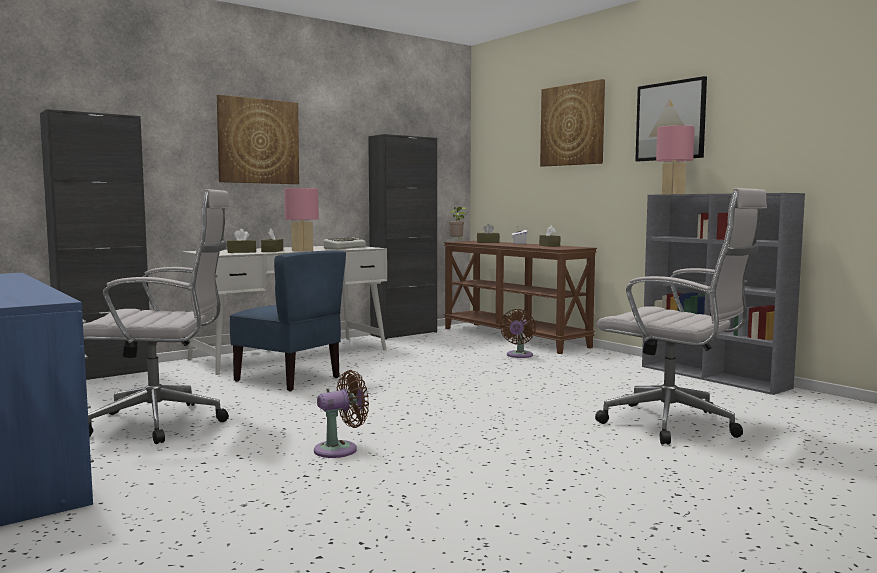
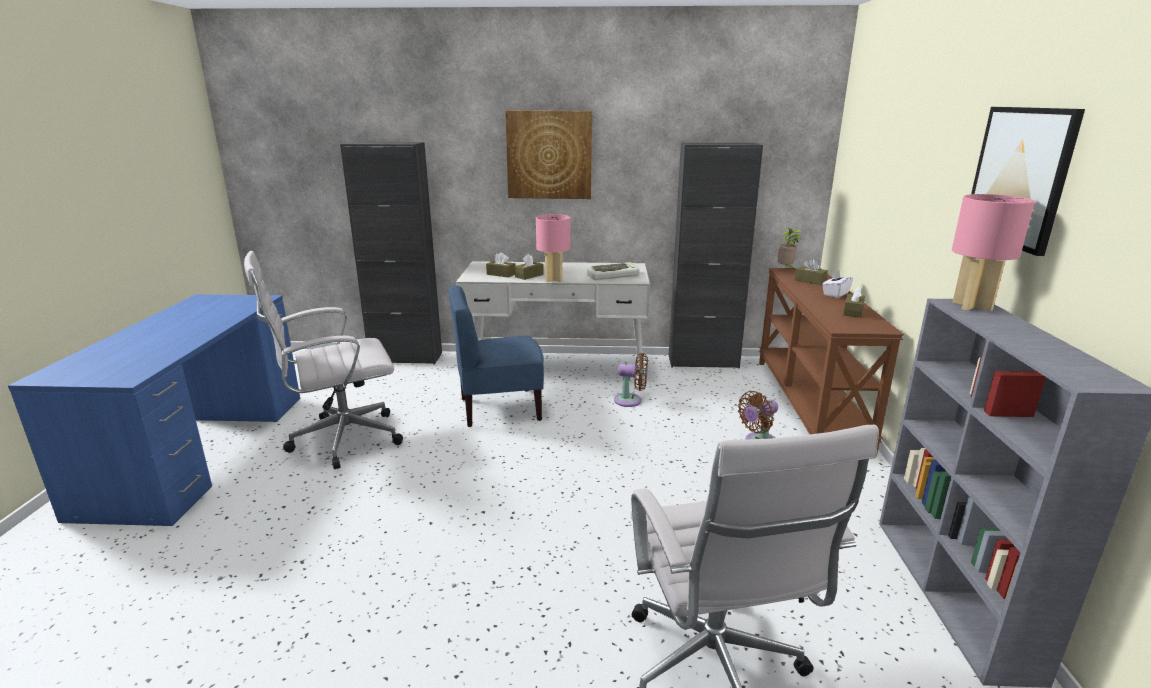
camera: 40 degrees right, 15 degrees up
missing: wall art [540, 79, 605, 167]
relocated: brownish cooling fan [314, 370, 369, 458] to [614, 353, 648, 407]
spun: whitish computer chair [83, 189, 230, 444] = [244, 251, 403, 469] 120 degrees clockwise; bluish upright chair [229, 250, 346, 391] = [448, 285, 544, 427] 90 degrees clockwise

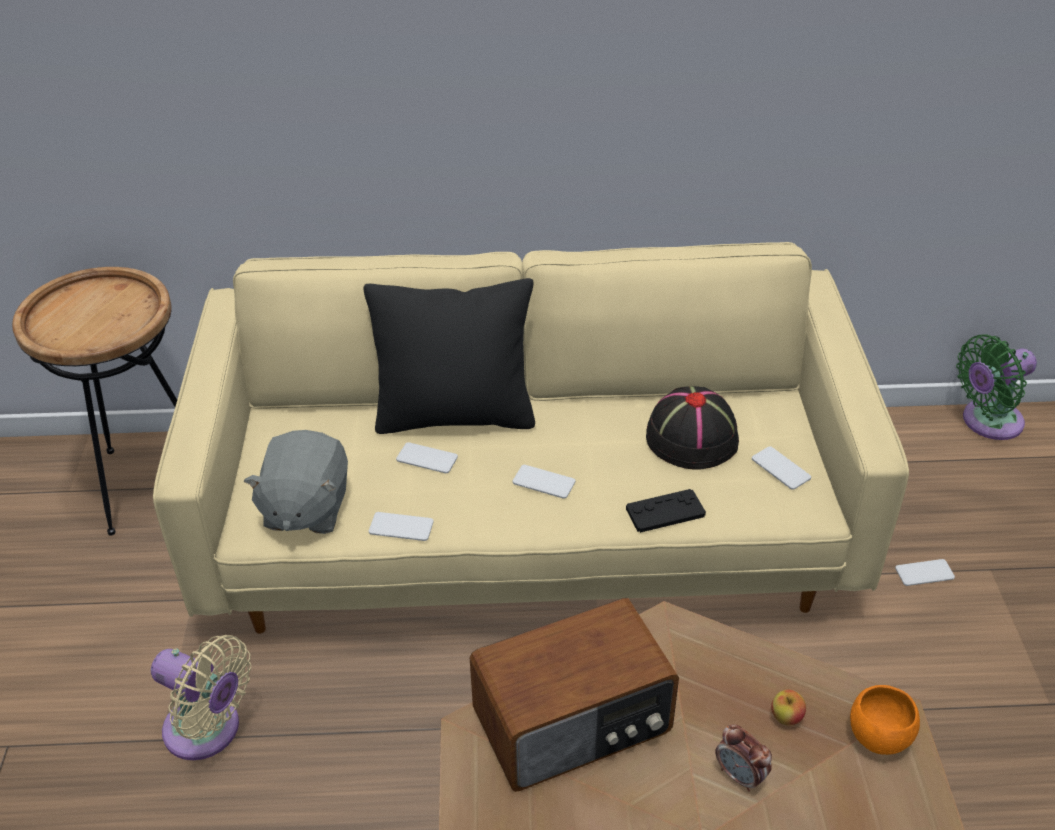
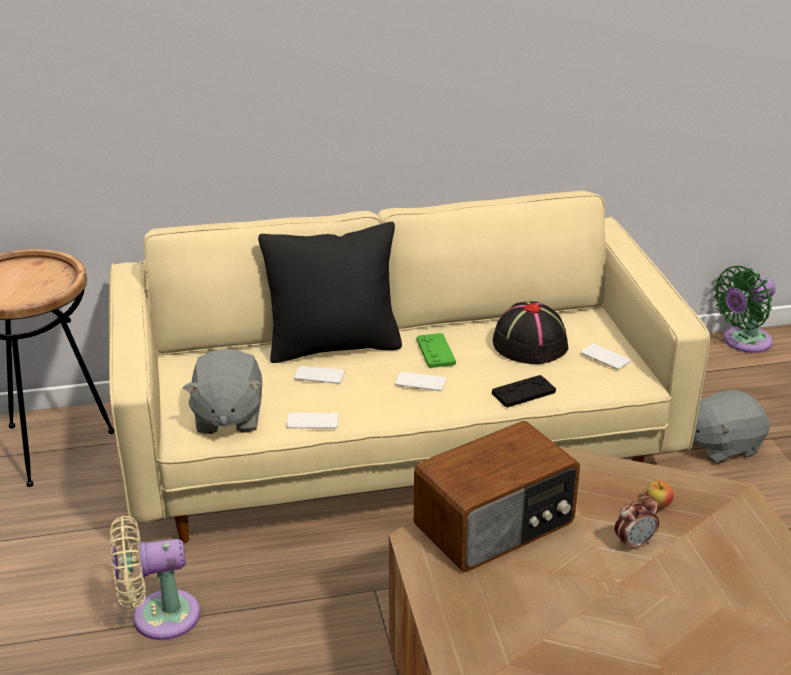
camera: 10 degrees left, 10 degrees down
missing: orange-coloured serving bowl [850, 685, 920, 755]
appeared: green-coloured game controller [417, 333, 456, 368]
exchanged: telephone [895, 559, 955, 586] to grey plush toy [693, 390, 770, 464]
spun: beige-coloured cooling fan [151, 635, 251, 760] = [110, 516, 200, 640] 150 degrees clockwise; alarm clock [715, 724, 772, 792] = [615, 496, 660, 551] 60 degrees counterclockwise

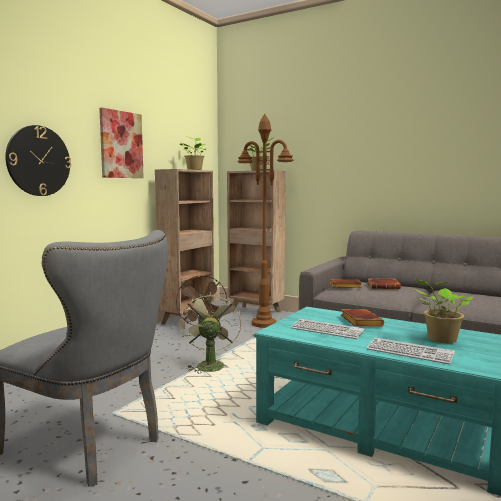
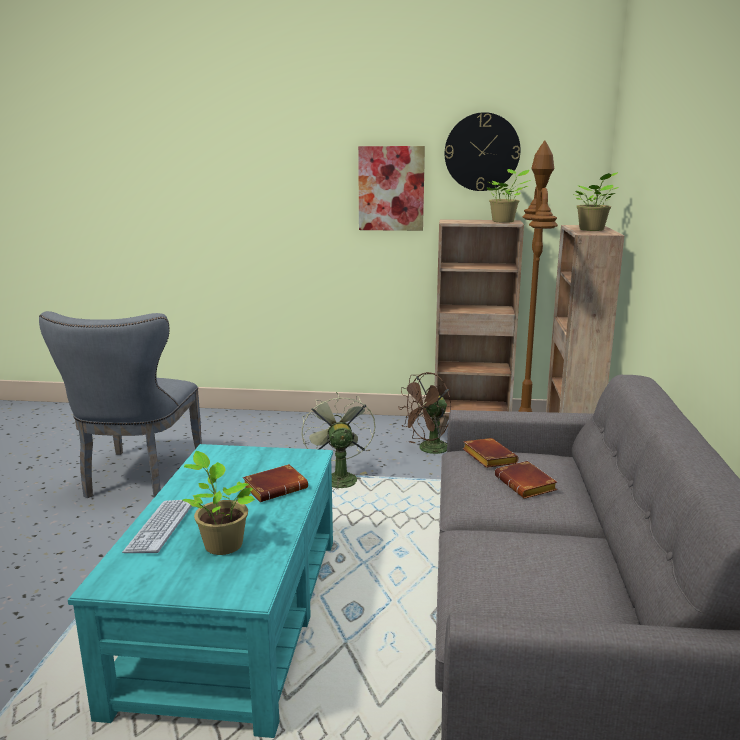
camera: 65 degrees right, 10 degrees up
missing: keyboard [291, 319, 365, 339]
relocated: wall clock [5, 125, 71, 196] to [445, 112, 521, 191]
spun: green-coloured cooling fan [180, 292, 241, 374] = [302, 392, 375, 492] 75 degrees counterclockwise

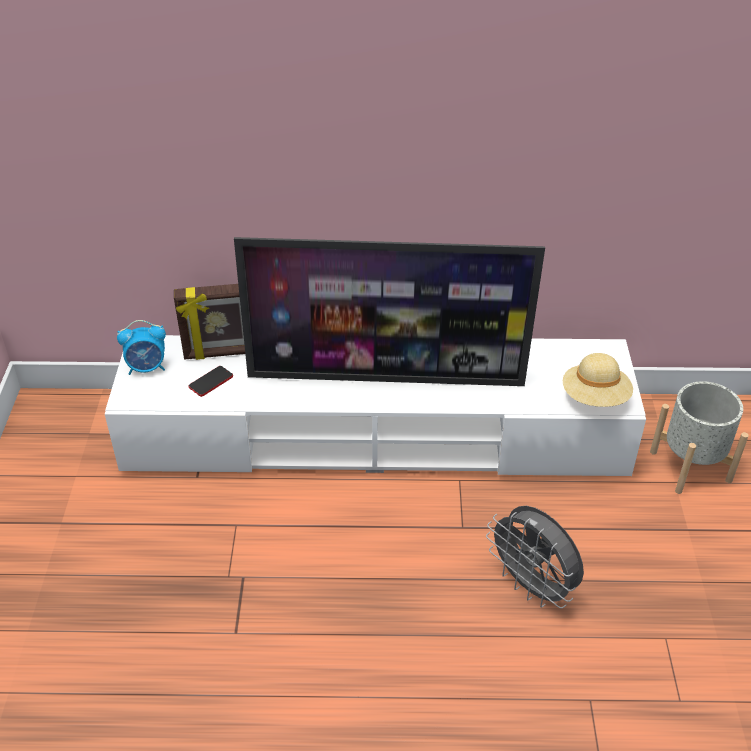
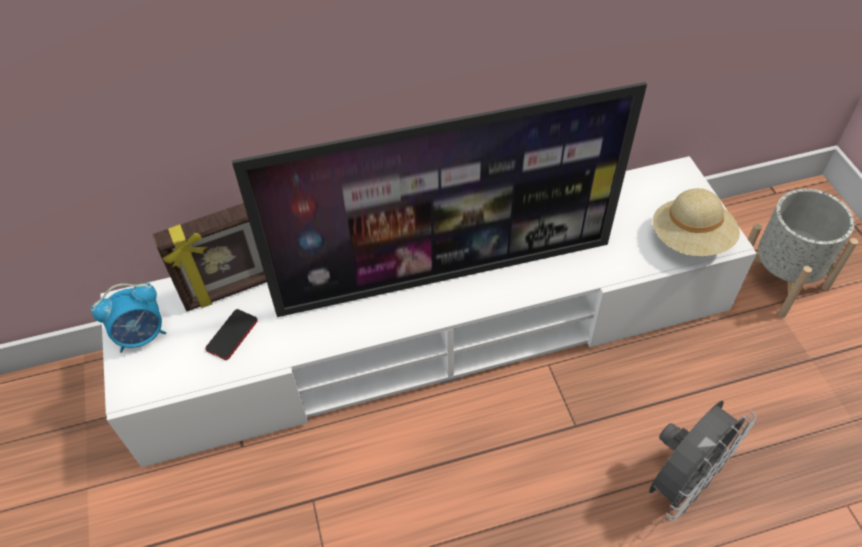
camera: 15 degrees left, 10 degrees up
spun: grey cooling fan [486, 506, 584, 608] = [649, 401, 756, 521] 75 degrees counterclockwise

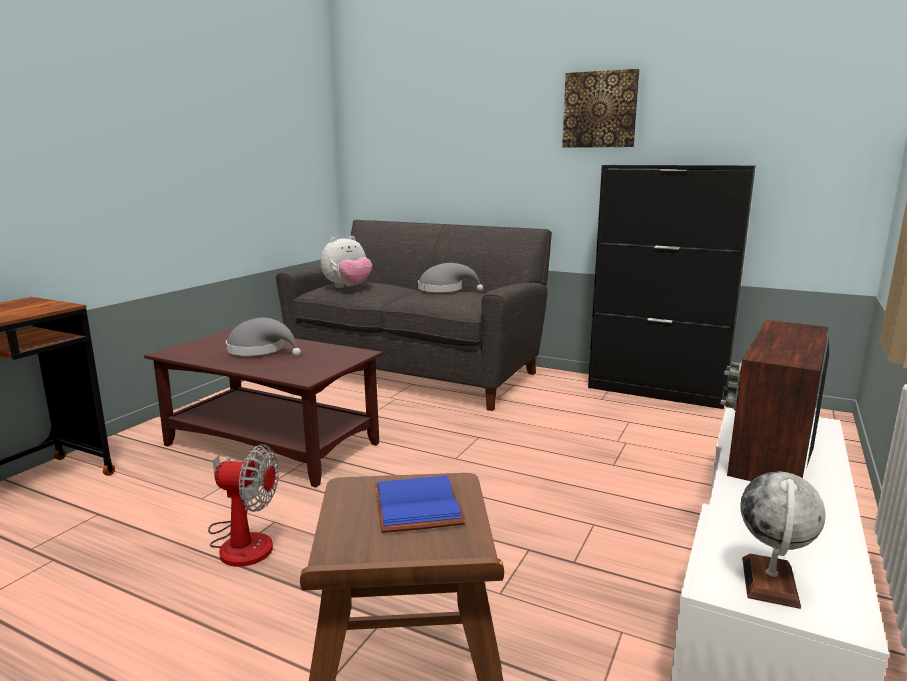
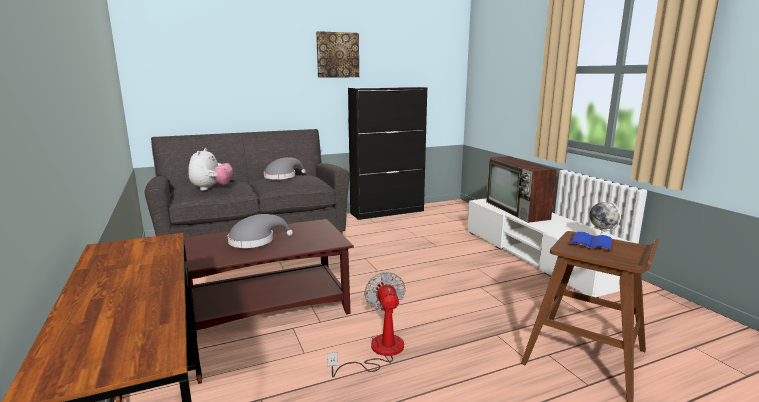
camera: 50 degrees left, 0 degrees up
spun: cooling fan [208, 444, 279, 567] = [327, 272, 405, 378] 60 degrees counterclockwise

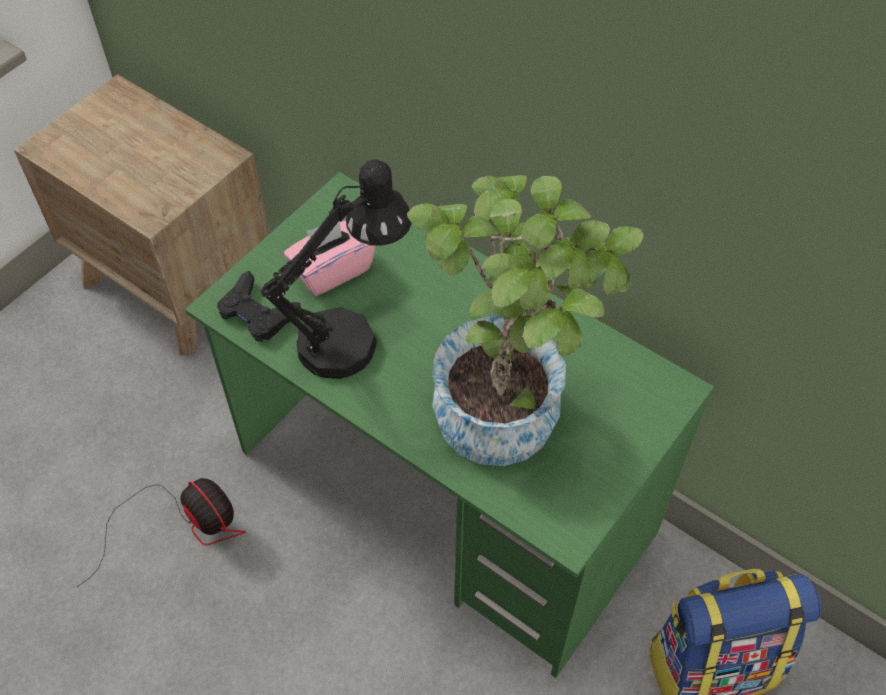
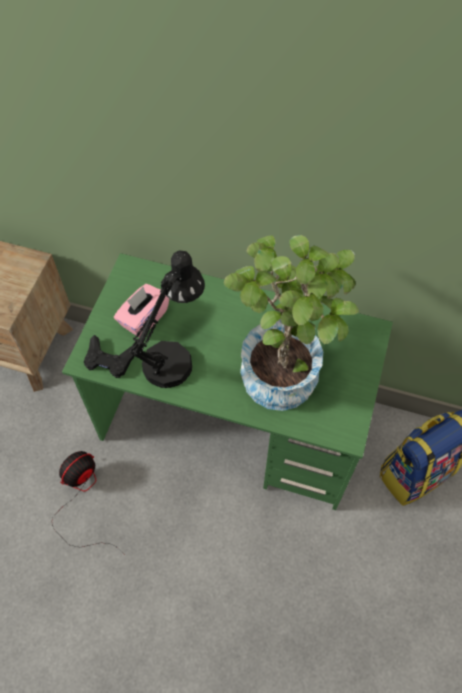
camera: 20 degrees left, 5 degrees up
spun: cooling fan [77, 478, 246, 587] = [52, 451, 125, 555] 75 degrees counterclockwise

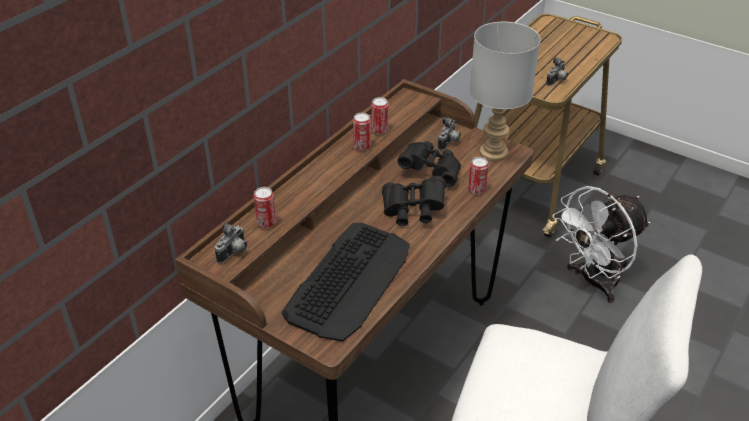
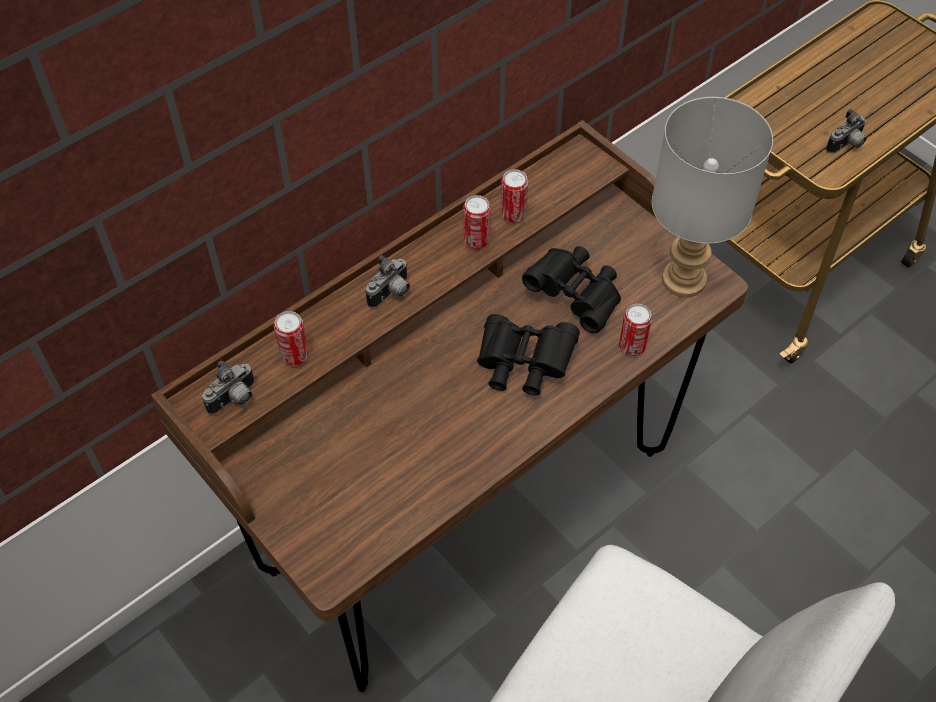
camera: 15 degrees right, 15 degrees up
missing: whitish cooling fan [552, 186, 650, 303]; keyboard [282, 223, 410, 342]
relocated: still camera [438, 117, 461, 150] to [365, 255, 410, 308]

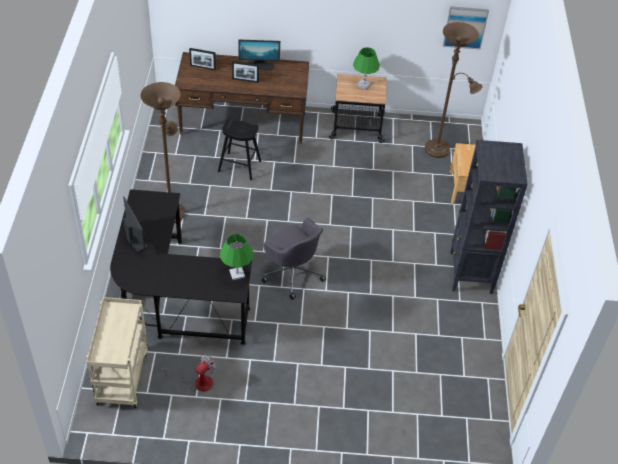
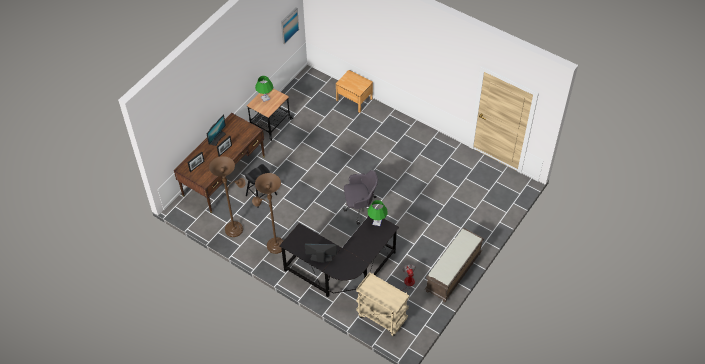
camera: 55 degrees left, 5 degrees up
missing: blackish shelving unit [450, 140, 528, 294]
appeared: brownish bench [425, 227, 484, 302]
relocated: brownish standard lamp [425, 22, 483, 158] to [209, 156, 246, 237]

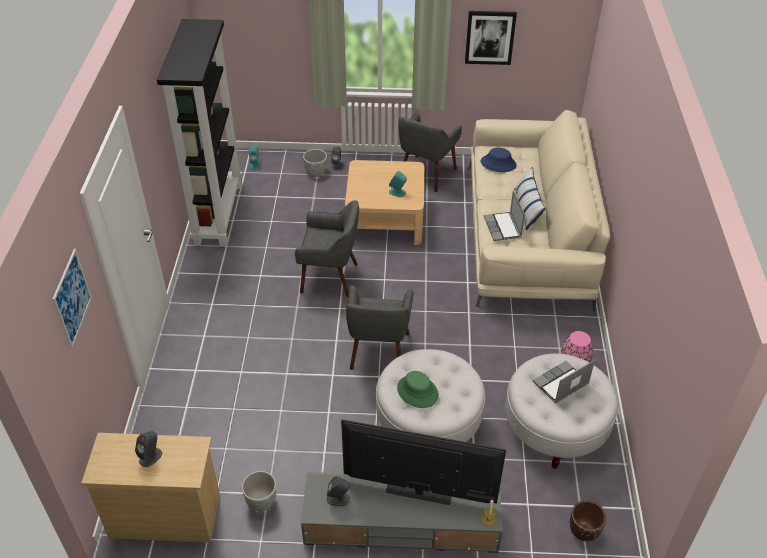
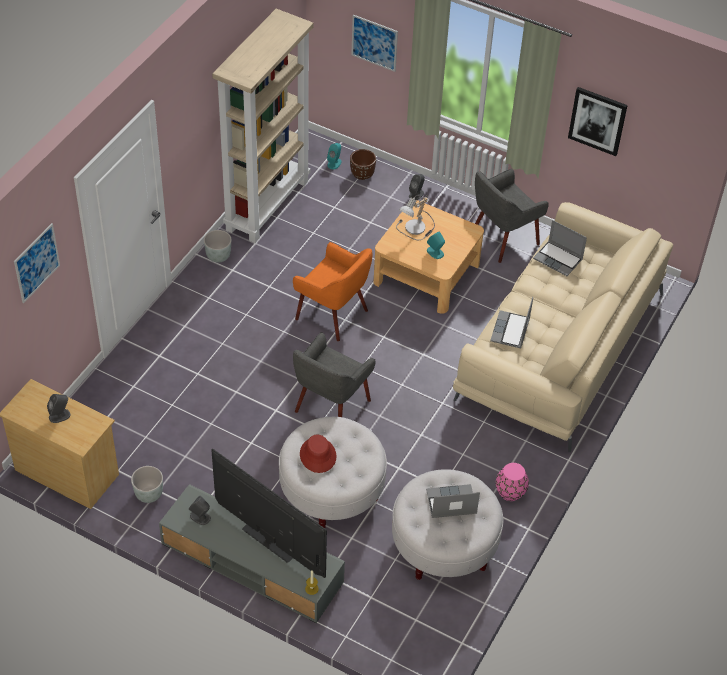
camera: 25 degrees right, 5 degrees up
missing: pillow [514, 167, 546, 230]
appeared: wall art [351, 15, 398, 72]; lamp for a table [396, 195, 435, 240]
relocated: grey planter [303, 149, 327, 177] to [204, 230, 231, 263]; brownish planter [570, 500, 606, 541] to [350, 149, 376, 180]
exchanged: bluish hat [481, 148, 517, 172] to notebook computer [533, 220, 587, 276]
colour: blackish shelving unit [157, 19, 242, 246] to beige-coloured shelving unit [212, 9, 314, 243]; grey easy chair [295, 200, 359, 297] to orange-coloured easy chair [293, 242, 372, 341]; green-coloured hat [397, 371, 439, 408] to red-coloured hat [300, 435, 336, 473]

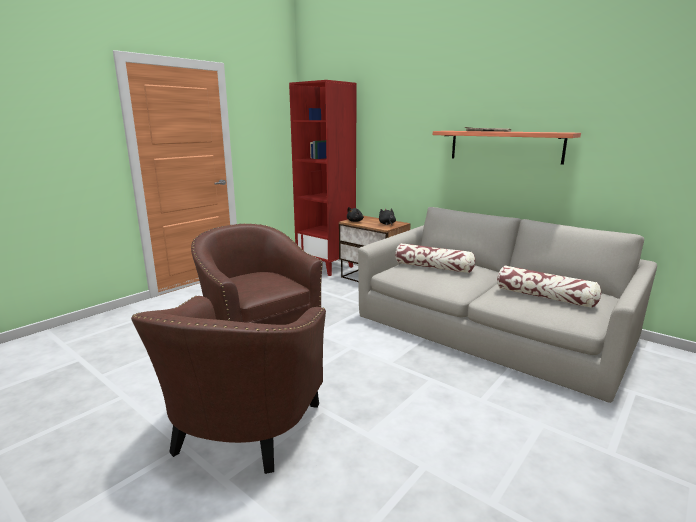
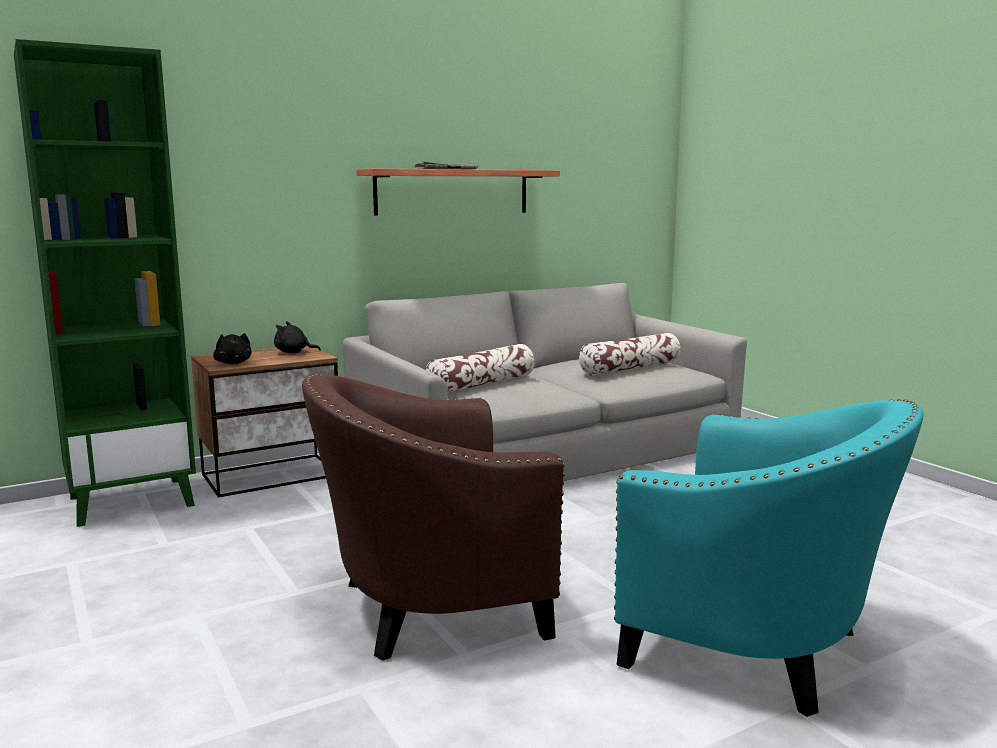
camera: 70 degrees left, 5 degrees down
colour: red-coloured shelving unit [289, 80, 357, 276] to green-coloured shelving unit [14, 39, 196, 527]; brownish easy chair [131, 296, 326, 474] to turquoise easy chair [614, 399, 924, 717]

